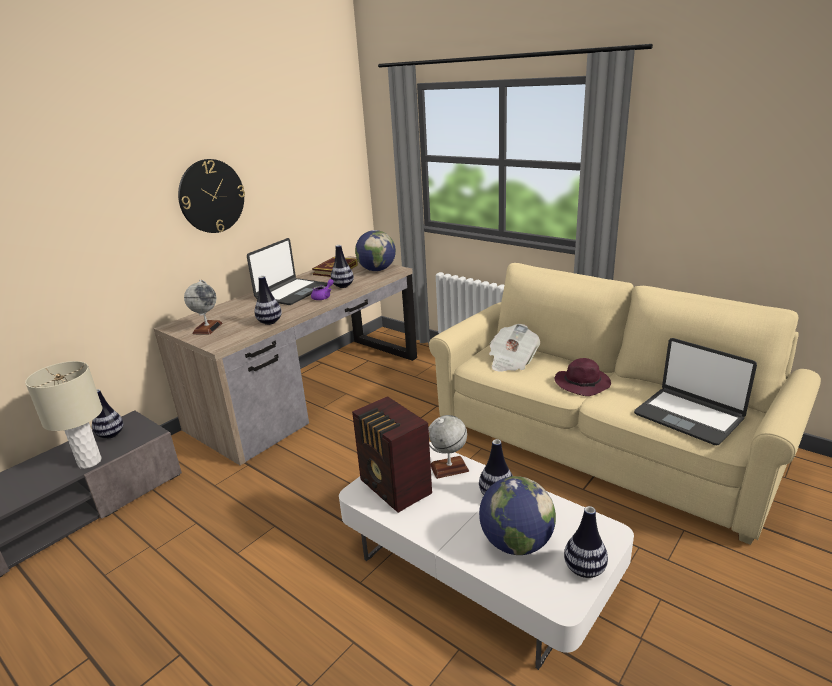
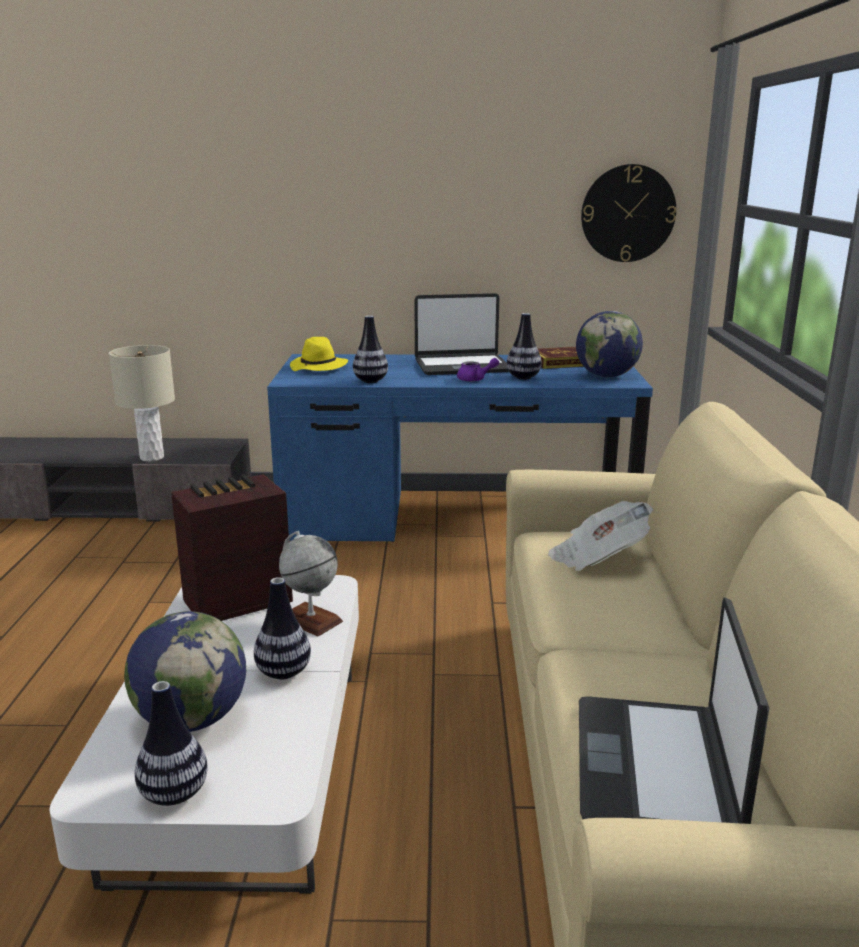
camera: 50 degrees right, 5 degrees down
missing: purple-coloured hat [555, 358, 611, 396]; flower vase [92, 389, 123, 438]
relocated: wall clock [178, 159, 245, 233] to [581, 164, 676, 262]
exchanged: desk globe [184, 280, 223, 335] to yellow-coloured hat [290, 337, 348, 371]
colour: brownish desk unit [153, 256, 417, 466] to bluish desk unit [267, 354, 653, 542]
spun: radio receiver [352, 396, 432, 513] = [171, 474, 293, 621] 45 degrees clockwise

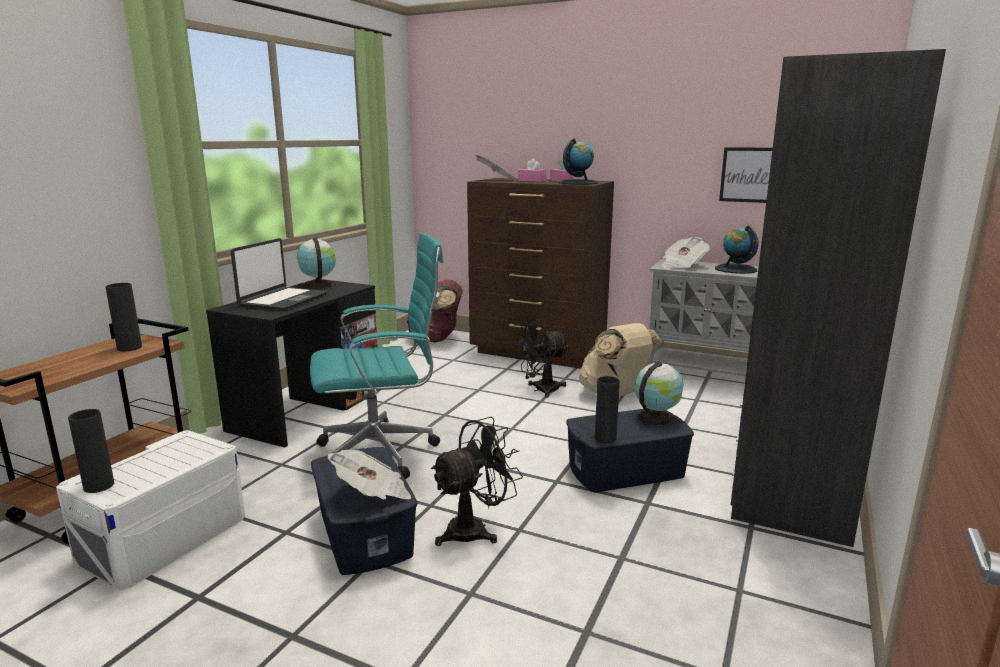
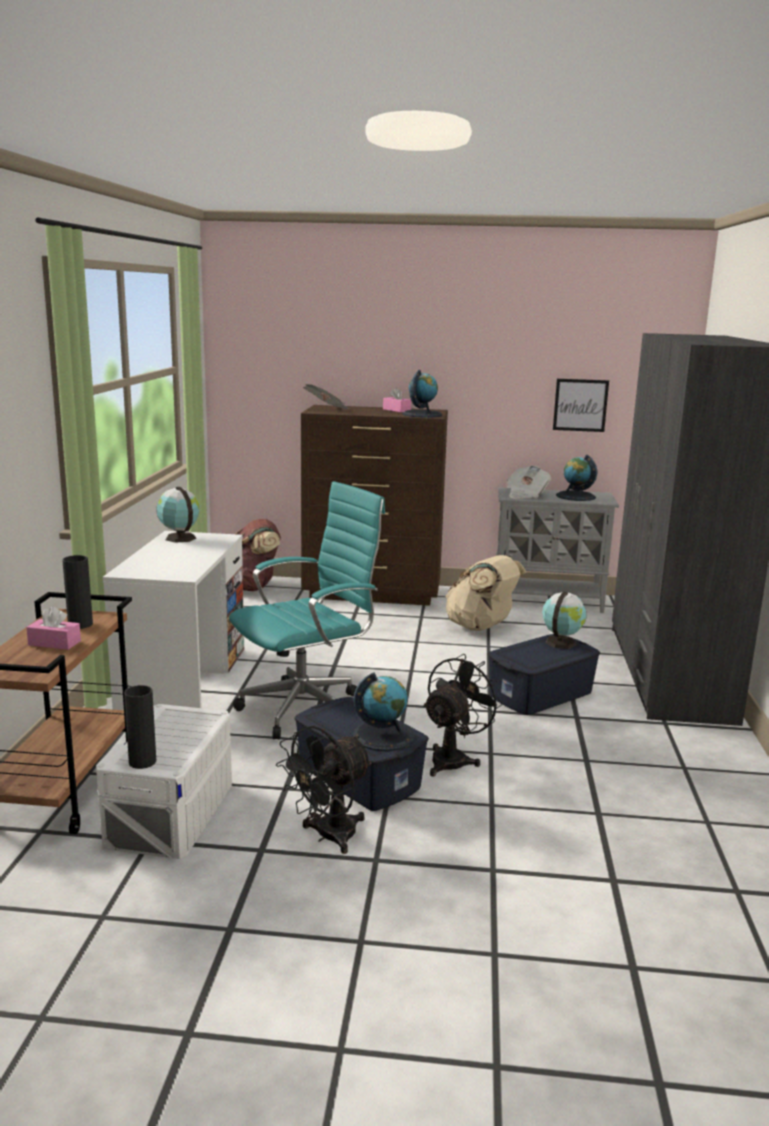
camera: 20 degrees left, 0 degrees up
missing: notebook computer [231, 238, 328, 311]; blackish flower vase [595, 376, 620, 443]
relocated: pinkish tissue box [518, 159, 546, 182] to [26, 607, 81, 650]; blackish cooling fan [513, 319, 569, 398] to [276, 726, 373, 854]
exchanged: daily paper [327, 450, 412, 499] to desk globe [353, 672, 415, 751]
colour: blackish desk unit [206, 279, 380, 448] to whitish desk unit [103, 531, 244, 710]

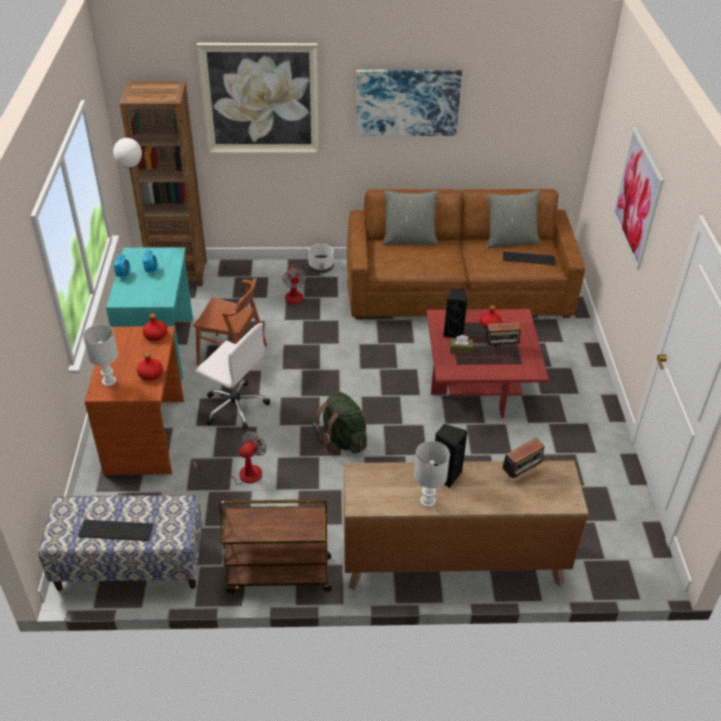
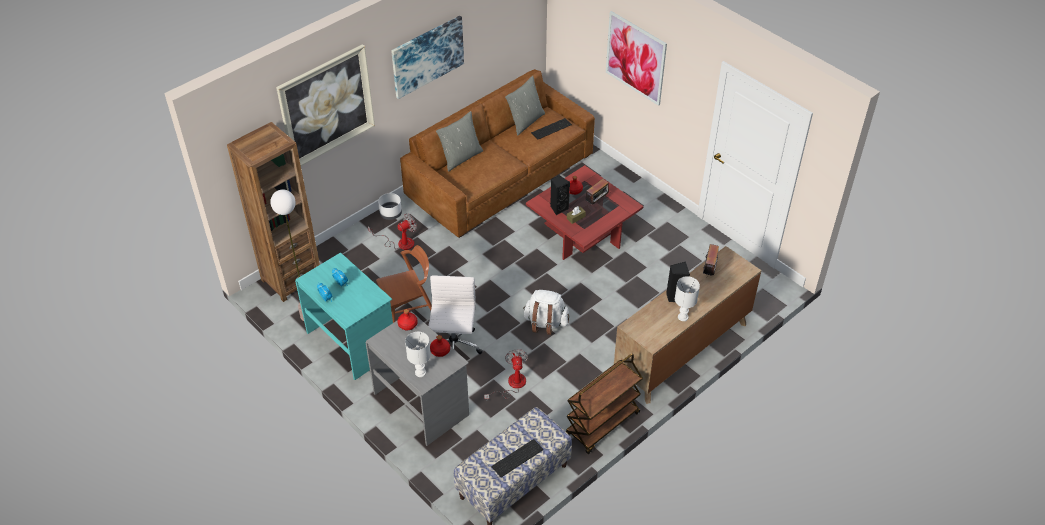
camera: 40 degrees left, 5 degrees up
colour: brownish desk unit [84, 326, 184, 475] to grey desk unit [365, 311, 469, 446]; green-coloured knapsack [313, 392, 367, 454] to whitish knapsack [523, 290, 569, 335]
spun: cooling fan [282, 263, 324, 304] = [368, 214, 417, 250] 75 degrees counterclockwise; whitish computer chair [195, 323, 270, 430] = [428, 275, 483, 354] 75 degrees counterclockwise

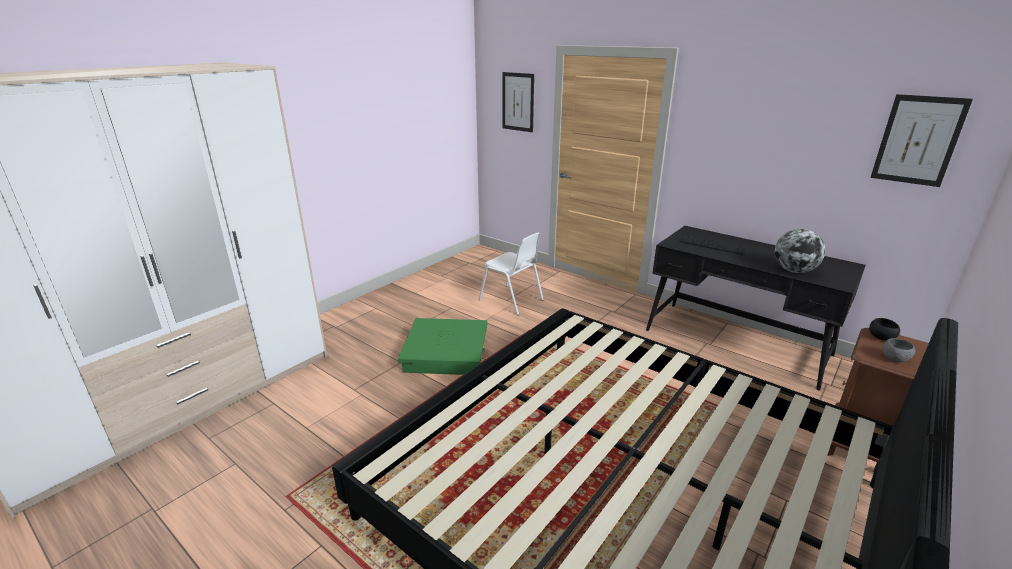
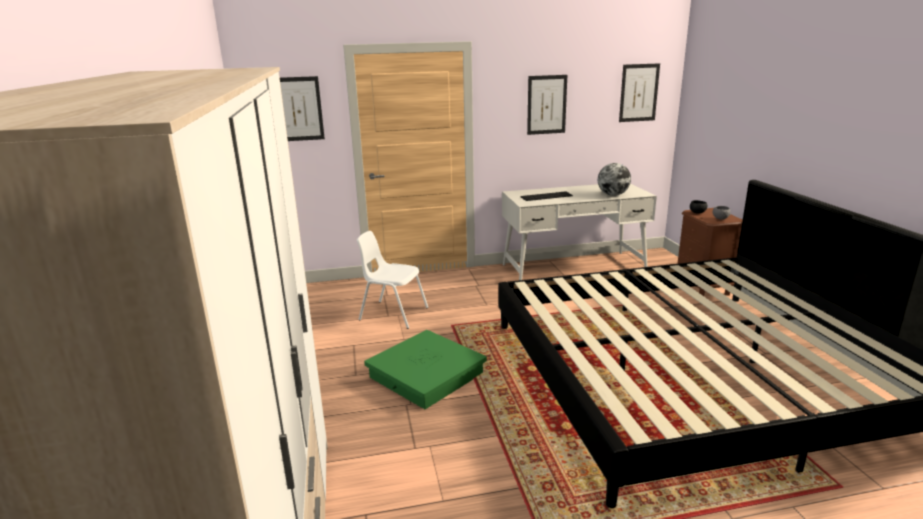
camera: 50 degrees left, 5 degrees down
appeared: wall art [527, 75, 567, 135]
colour: blackish desk unit [646, 226, 866, 390] to whitish desk unit [502, 183, 657, 280]
spun: whitish upright chair [479, 232, 544, 315] = [357, 231, 428, 329] 150 degrees counterclockwise

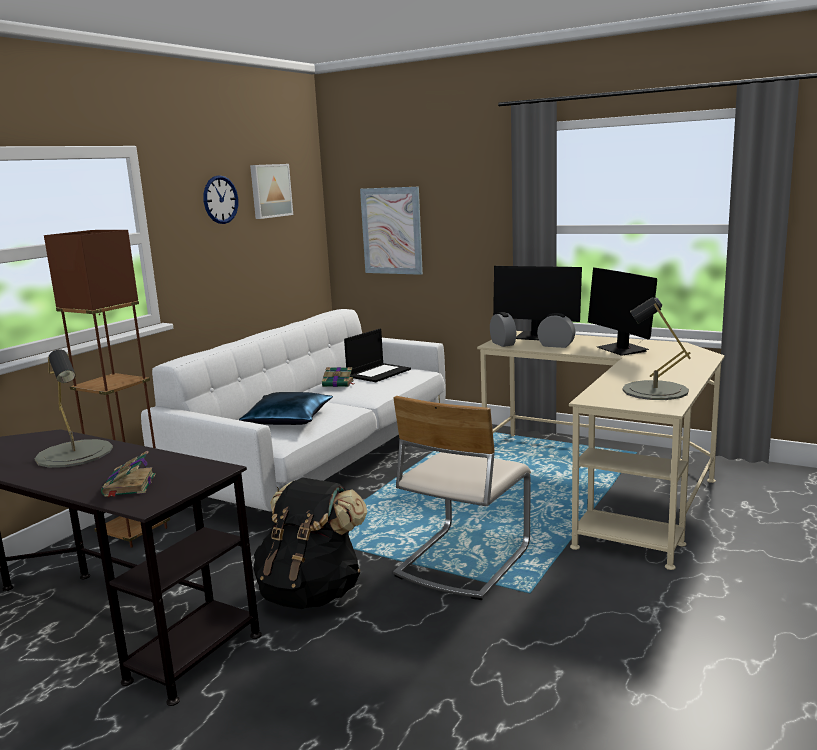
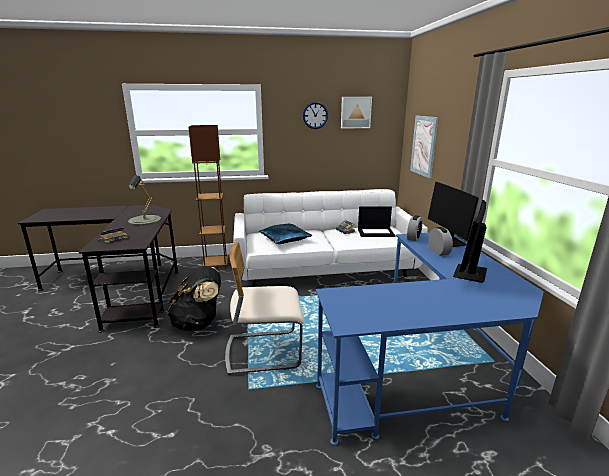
camera: 50 degrees right, 5 degrees up
missing: grey lamp for a table [622, 297, 691, 400]
colour: beige-coloured desk unit [477, 331, 725, 570] to bluish desk unit [316, 233, 544, 445]

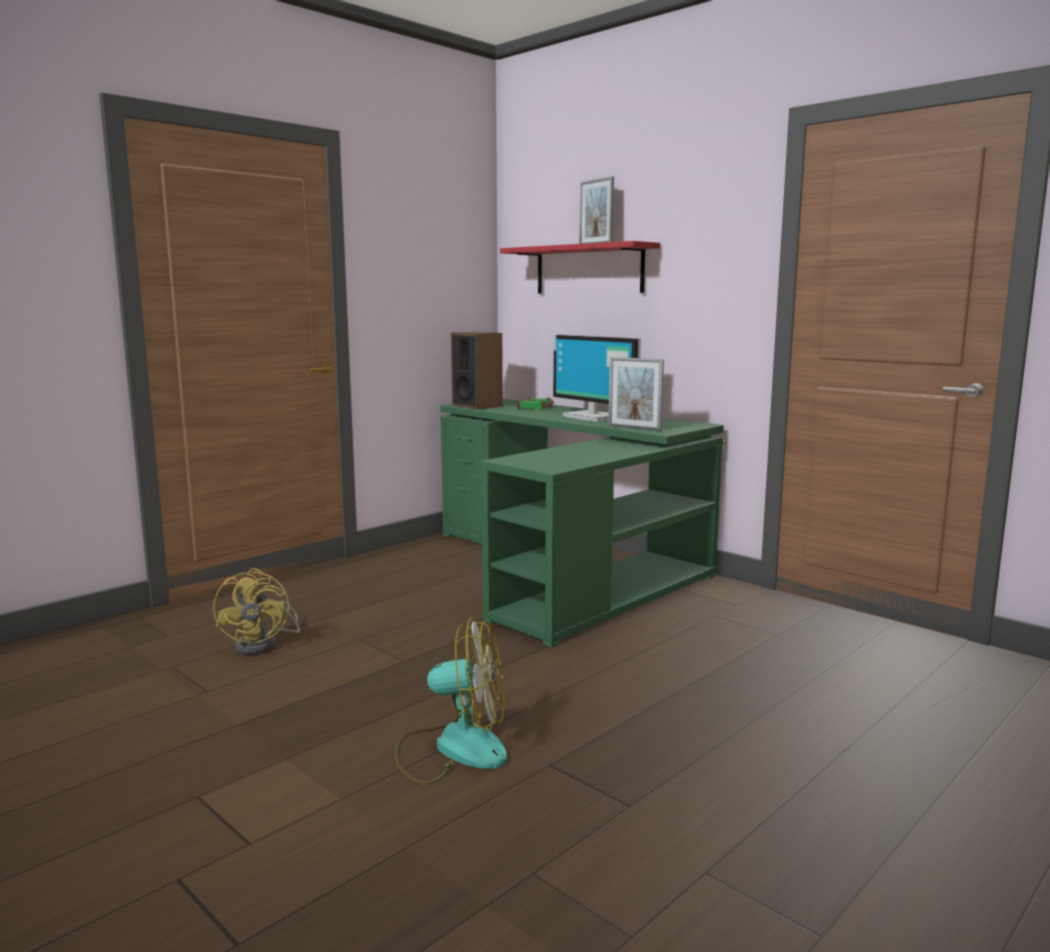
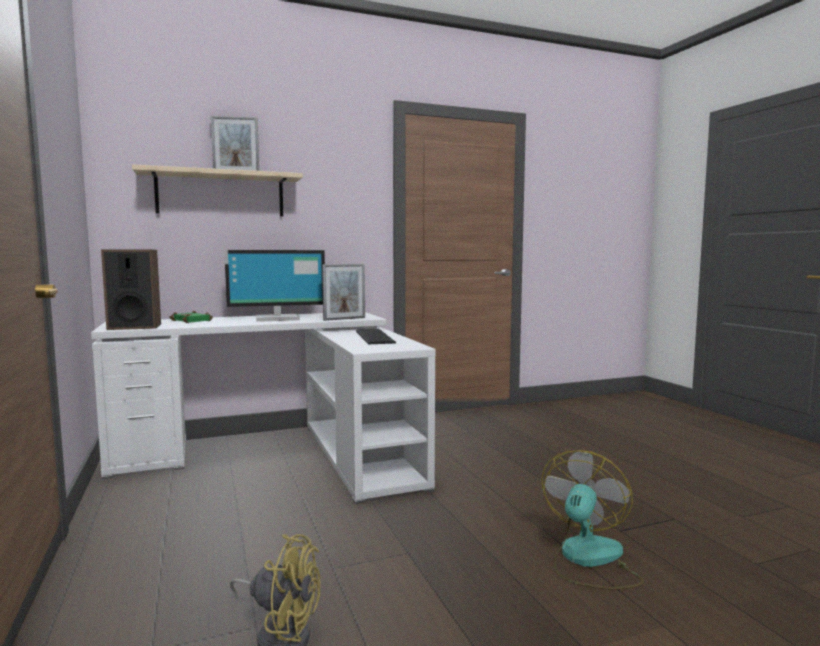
camera: 65 degrees left, 5 degrees down
appeared: keyboard [356, 329, 396, 344]
colour: red-coloured shelf [500, 241, 660, 293] to beige-coloured shelf [132, 164, 303, 216]; green-coloured desk unit [440, 399, 724, 647] to whitish desk unit [91, 312, 436, 504]

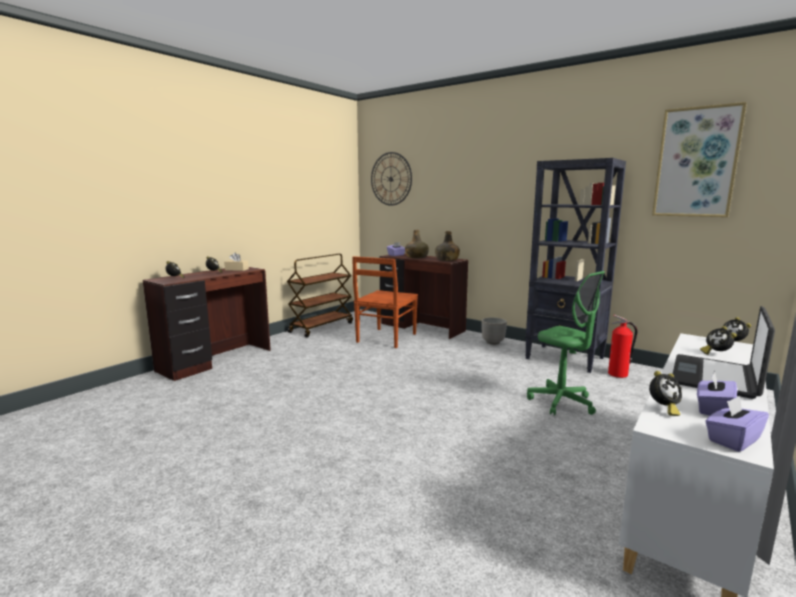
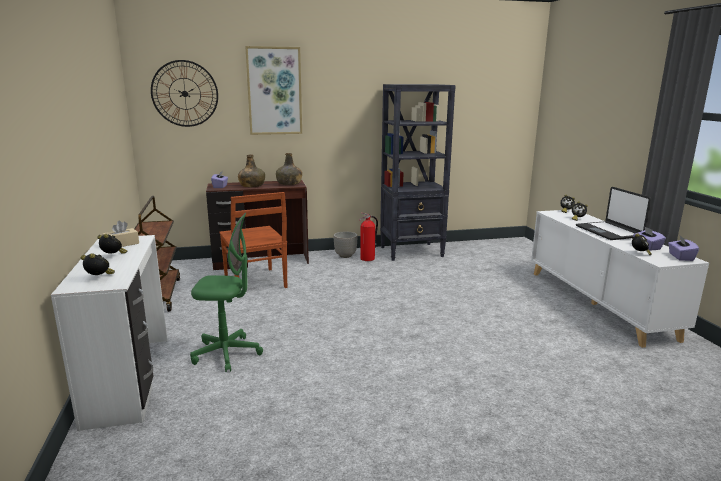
camera: 50 degrees left, 5 degrees up
relocated: wall art [652, 102, 747, 217] to [245, 46, 302, 135]; green-coloured computer chair [527, 271, 605, 416] to [190, 213, 263, 372]; fire-fighting cylinder [608, 315, 638, 378] to [359, 212, 378, 261]
colour: brownish desk unit [143, 267, 271, 381] to whitish desk unit [51, 235, 167, 431]

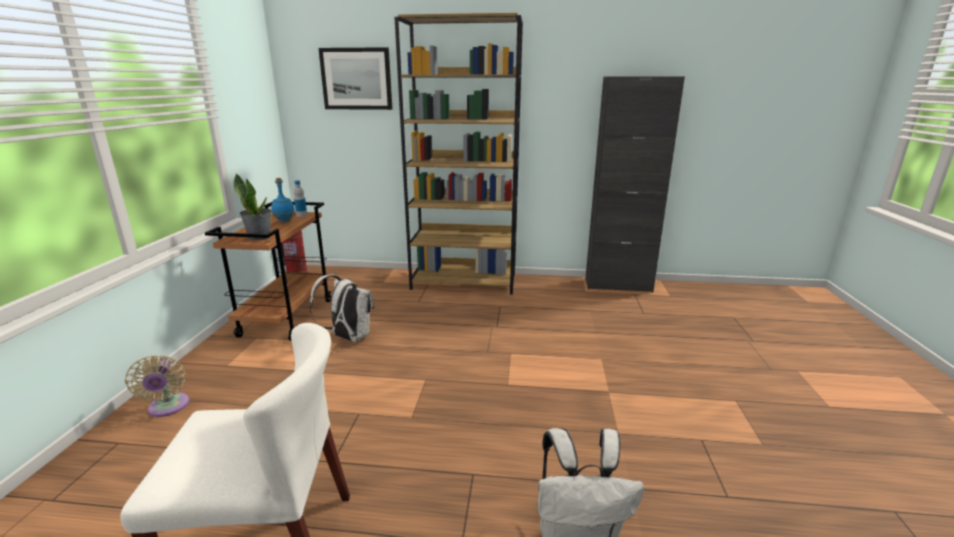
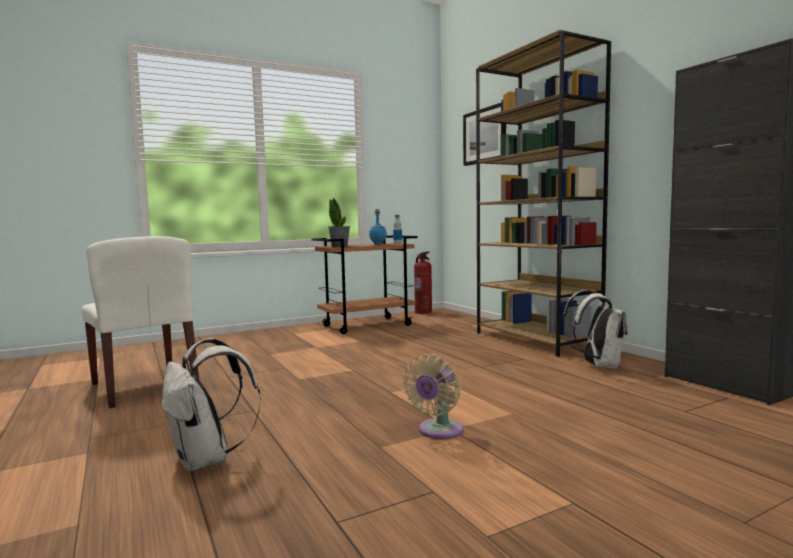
camera: 55 degrees right, 15 degrees down
relocated: whitish knapsack [310, 274, 374, 342] to [562, 290, 628, 369]; beige-coloured cooling fan [125, 355, 189, 417] to [403, 354, 463, 439]

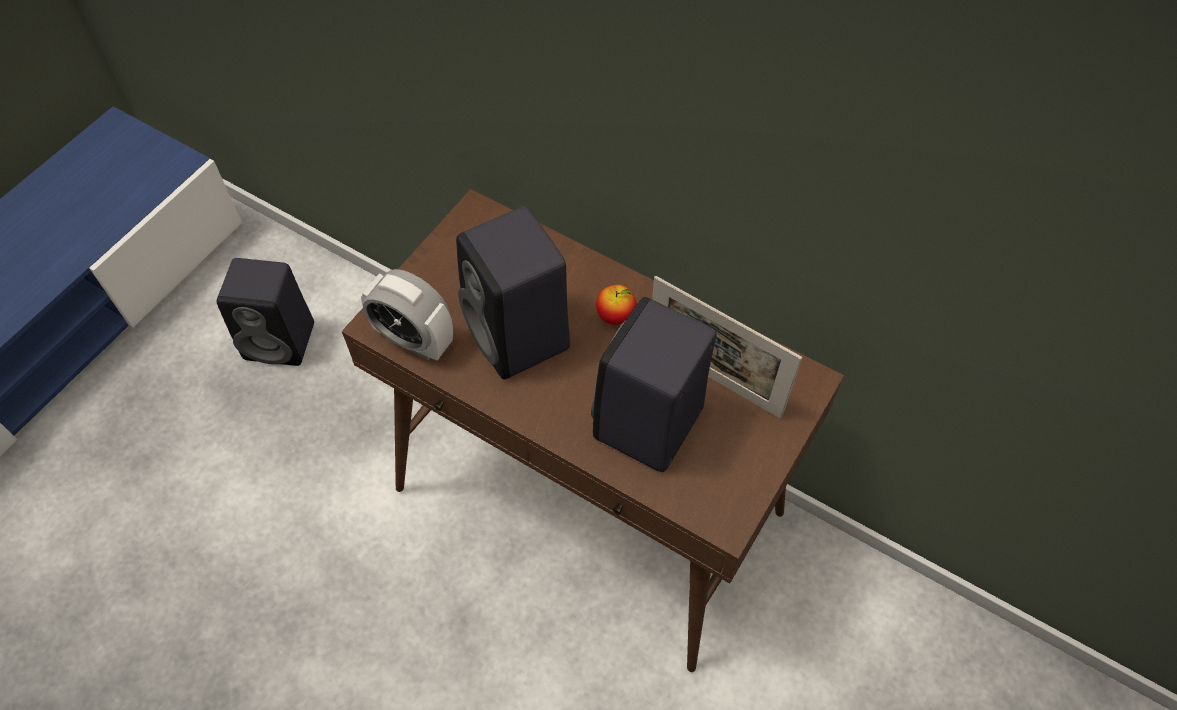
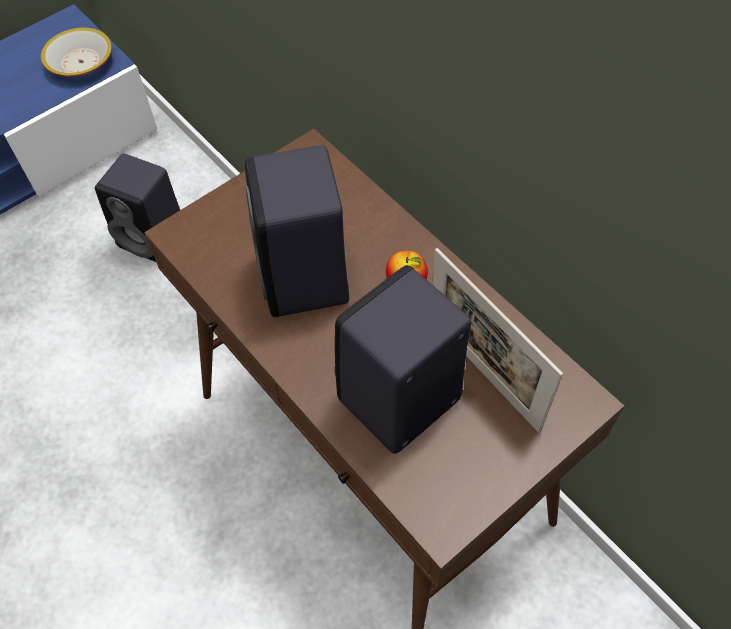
camera: 20 degrees right, 0 degrees up
missing: alarm clock [361, 269, 453, 361]
appeared: serving bowl [41, 27, 112, 77]

